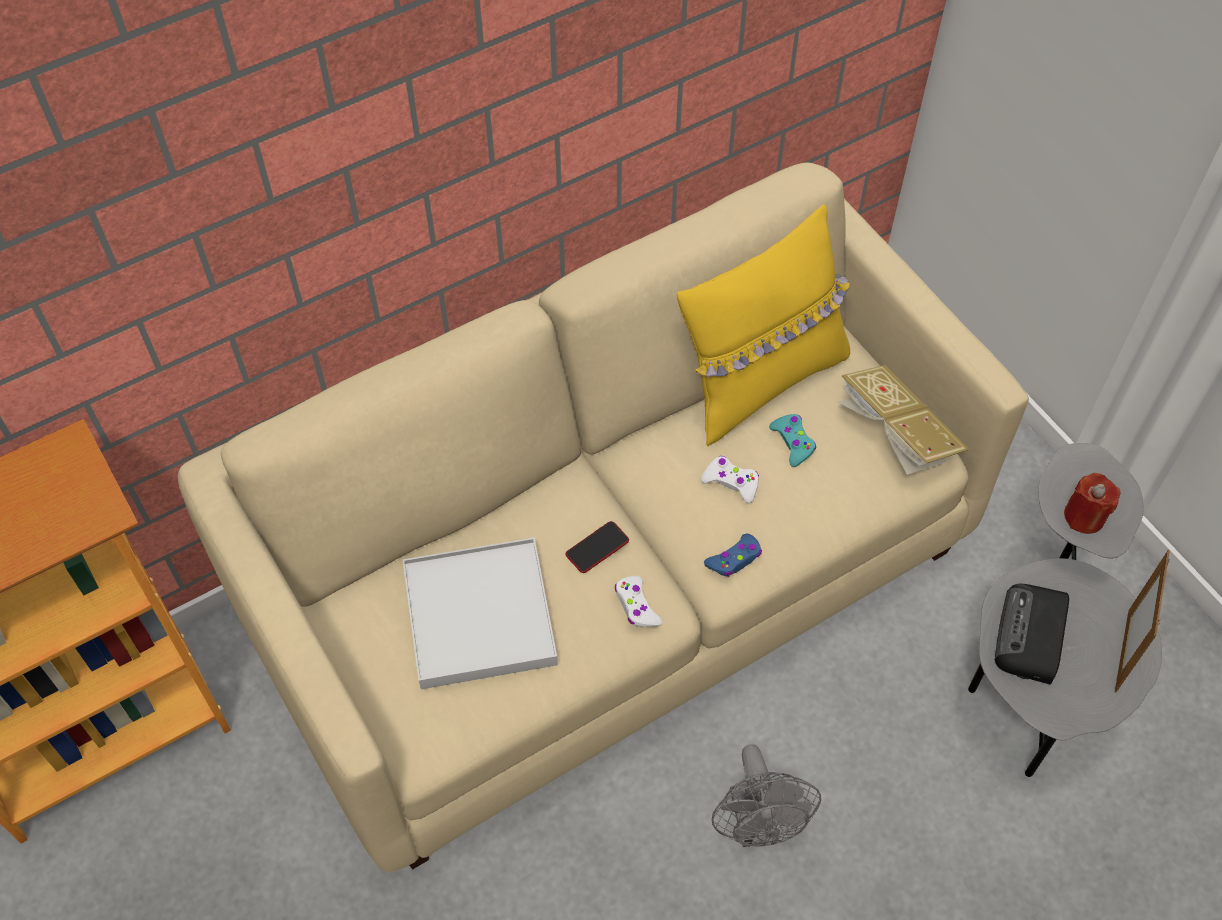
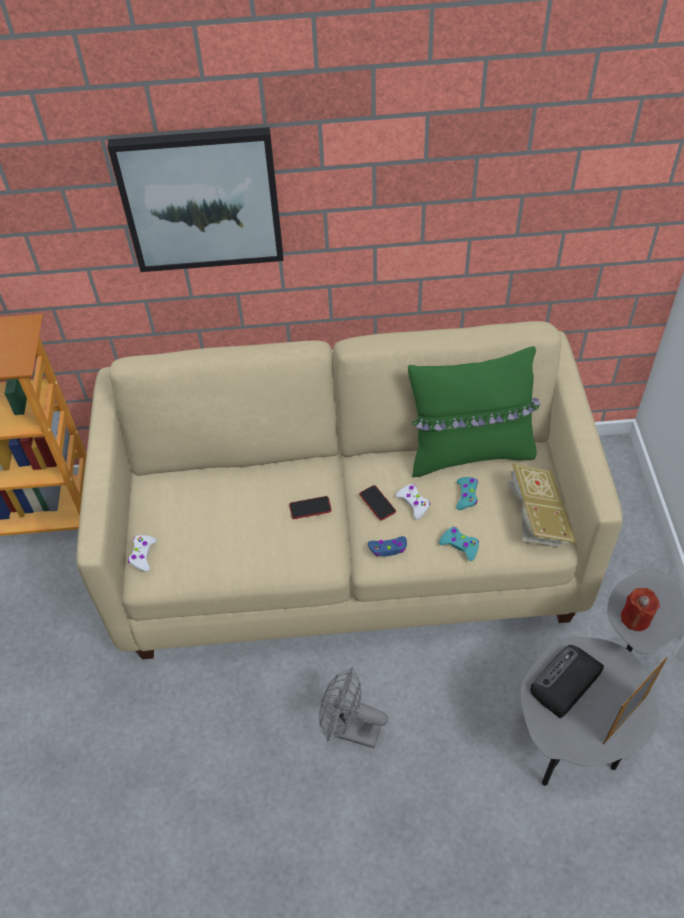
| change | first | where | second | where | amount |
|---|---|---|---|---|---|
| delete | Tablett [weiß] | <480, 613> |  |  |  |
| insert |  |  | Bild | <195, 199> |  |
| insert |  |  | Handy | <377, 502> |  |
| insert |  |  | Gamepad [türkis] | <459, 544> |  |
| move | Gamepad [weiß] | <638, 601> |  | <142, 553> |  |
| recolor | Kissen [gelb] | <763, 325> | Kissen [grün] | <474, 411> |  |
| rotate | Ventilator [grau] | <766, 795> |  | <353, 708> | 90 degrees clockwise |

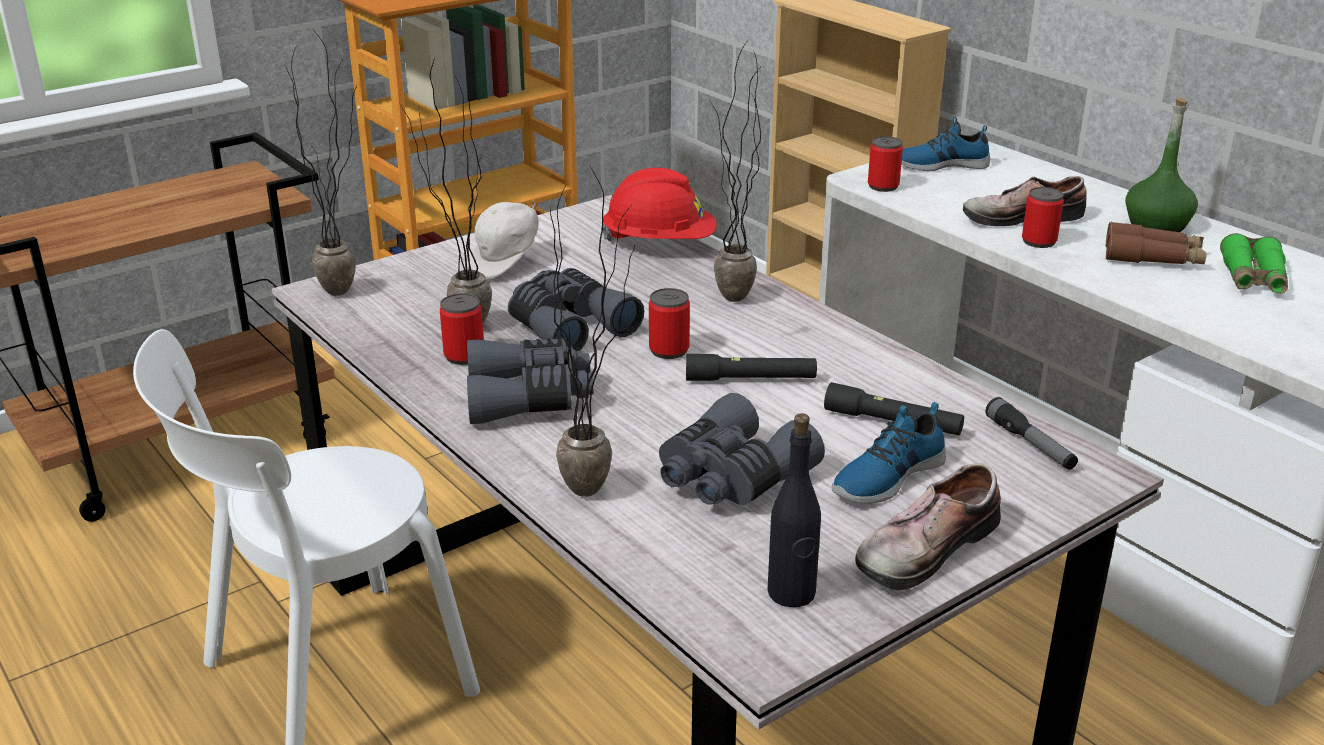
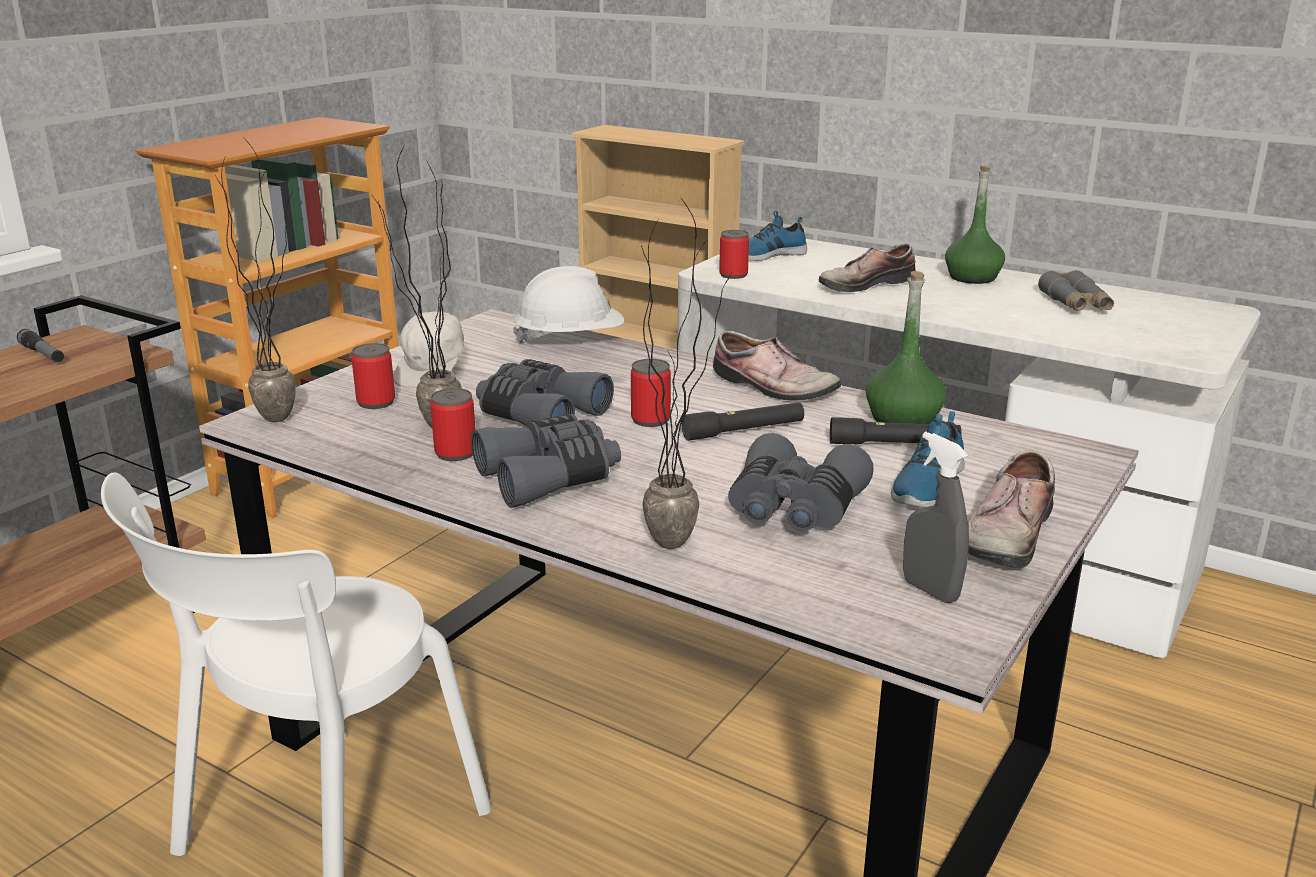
| change | first | where | second | where | amount |
|---|---|---|---|---|---|
| delete | Topfpflanze | <735, 172> |  |  |  |
| delete | Fernglas [braun] | <1156, 243> |  |  |  |
| insert |  |  | Schuh | <777, 366> |  |
| insert |  |  | Flasche [grün] | <906, 347> |  |
| move | Taschenlampe | <1031, 433> |  | <40, 345> |  |
| move | Dose | <1043, 217> |  | <373, 376> |  |
| replace | Flasche [schwarz] | <794, 510> | Sprühflasche [grau] | <936, 517> |  |
| recolor | Schutzhelm [rot] | <659, 204> | Schutzhelm [weiß] | <568, 305> |  |
| recolor | Fernglas [grün] | <1254, 263> | Fernglas [grau] | <1076, 290> |  |

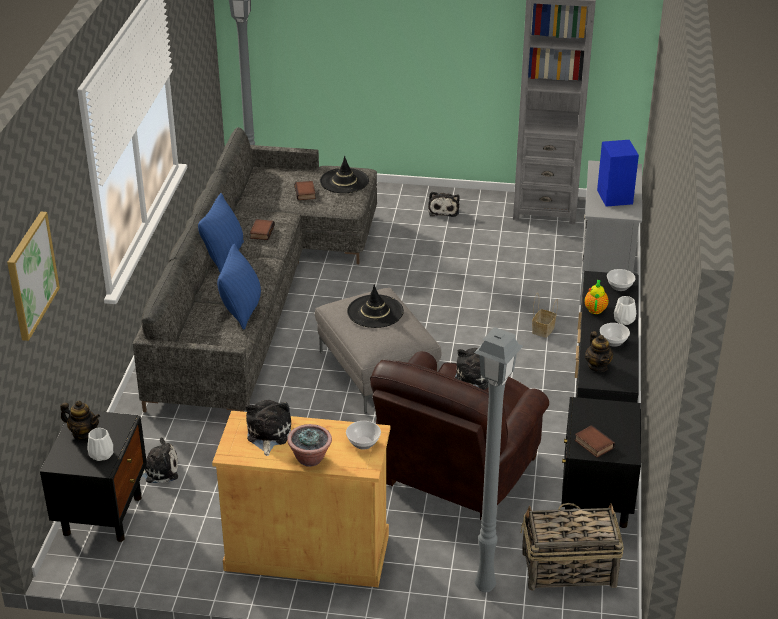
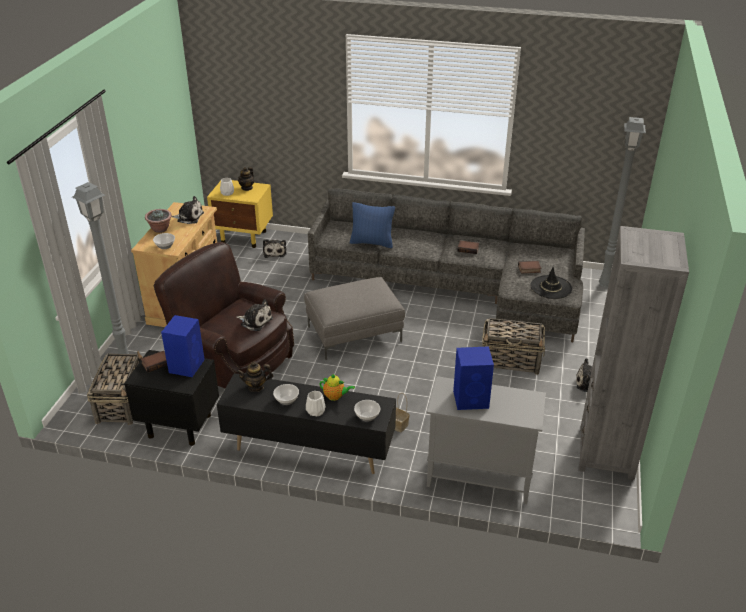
| change | first | where | second | where | amount |
|---|---|---|---|---|---|
| delete | Bild | <33, 276> |  |  |  |
| delete | Kissen [blau] | <221, 233> |  |  |  |
| delete | Hut [schwarz] | <375, 306> |  |  |  |
| insert |  |  | Lautsprecher [blau] | <183, 346> |  |
| insert |  |  | Korb | <513, 346> |  |
| recolor | Nachttisch [schwarz] | <93, 476> | Nachttisch [gelb] | <240, 214> |  |

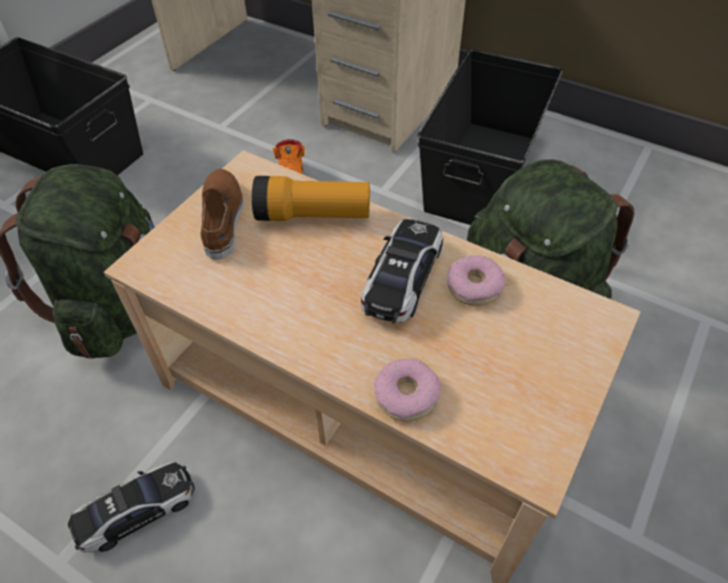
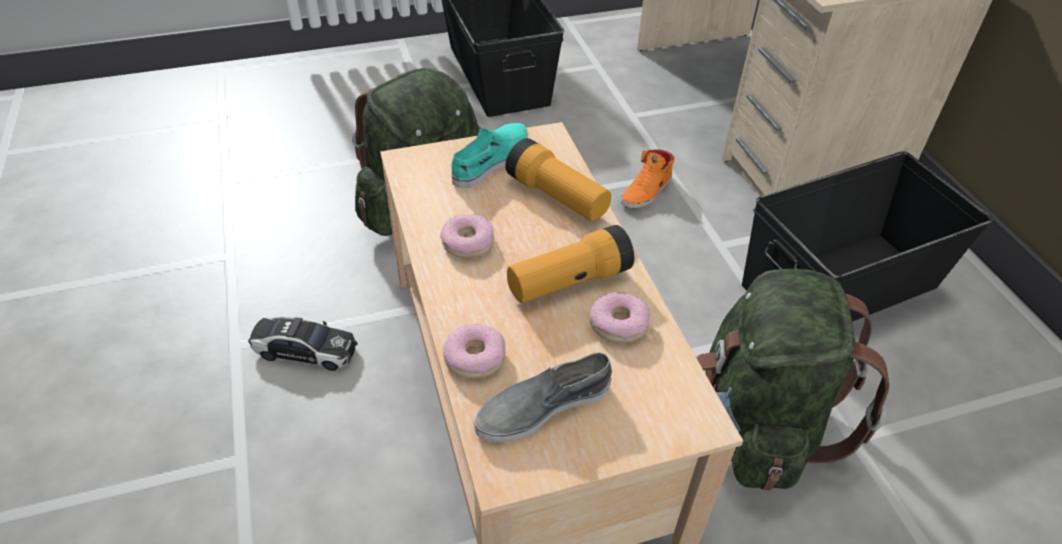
| change | first | where | second | where | amount |
|---|---|---|---|---|---|
| insert |  |  | Donut | <467, 236> |  |
| insert |  |  | Schuh [grau] | <543, 397> |  |
| replace | Spielzeugauto | <402, 271> | Taschenlampe | <570, 264> |  |
| recolor | Schuh [braun] | <222, 214> | Schuh [türkis] | <489, 155> |  |

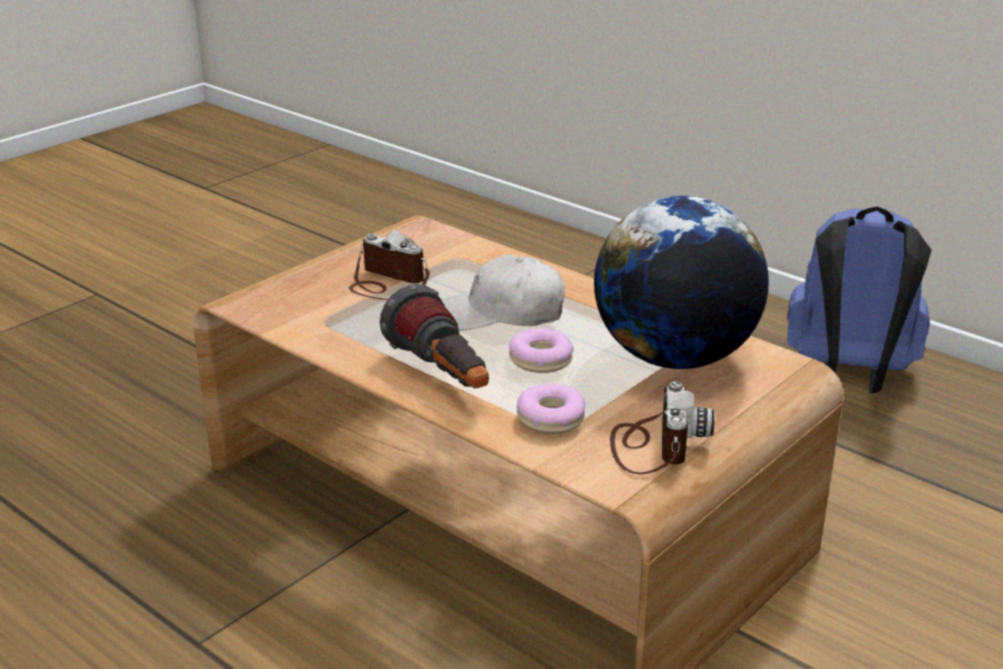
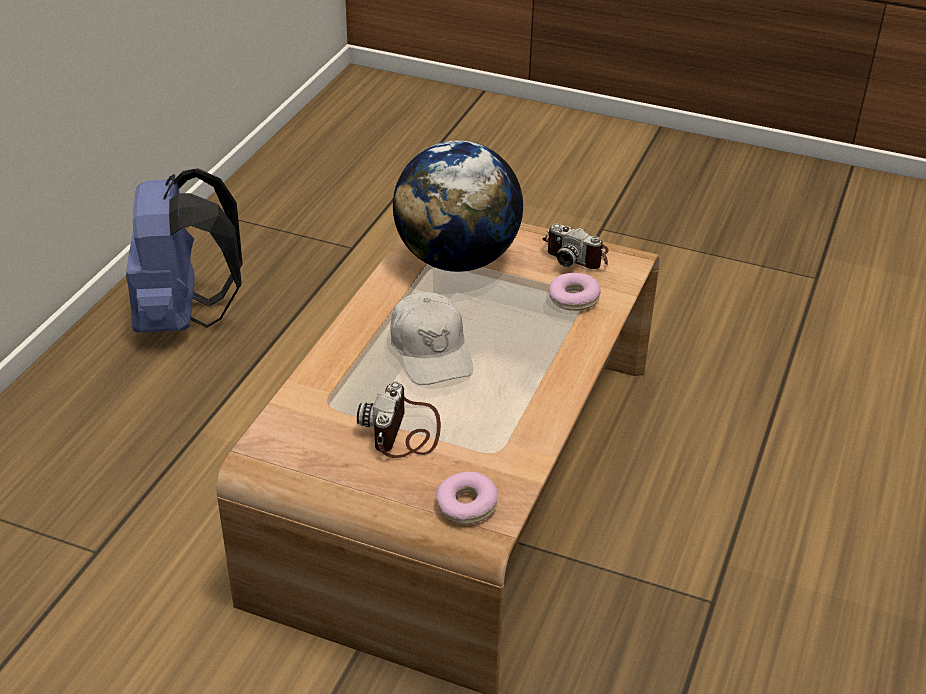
| change | first | where | second | where | amount |
|---|---|---|---|---|---|
| delete | Taschenlampe | <434, 336> |  |  |  |
| move | Donut | <541, 350> |  | <467, 498> |  |
| rotate | Kamera | <662, 427> |  | <576, 246> | 135 degrees counterclockwise |

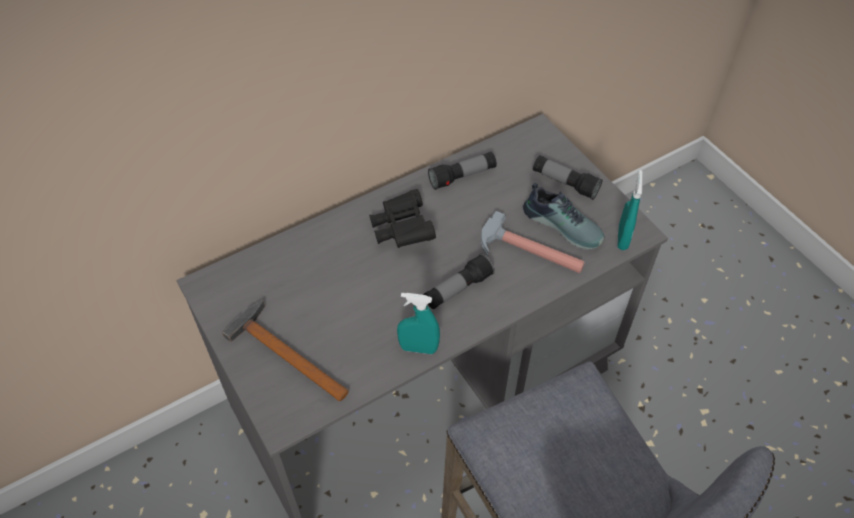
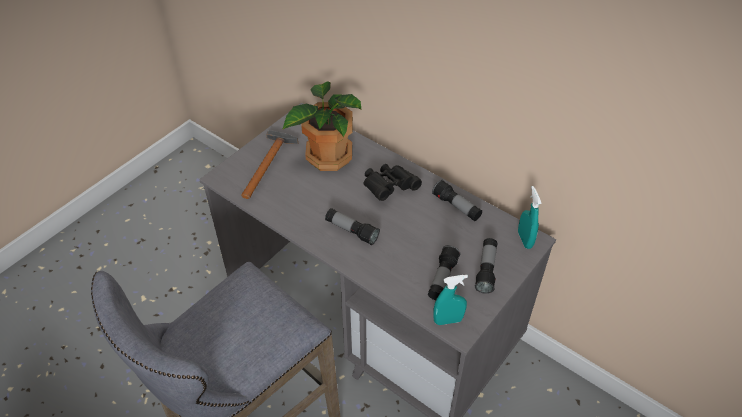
| change | first | where | second | where | amount |
|---|---|---|---|---|---|
| delete | Hammer | <533, 242> |  |  |  |
| insert |  |  | Topfpflanze | <321, 126> |  |
| move | Sprühflasche [türkis] | <418, 323> |  | <530, 217> |  |
| replace | Schuh | <564, 216> | Taschenlampe | <444, 272> |  |

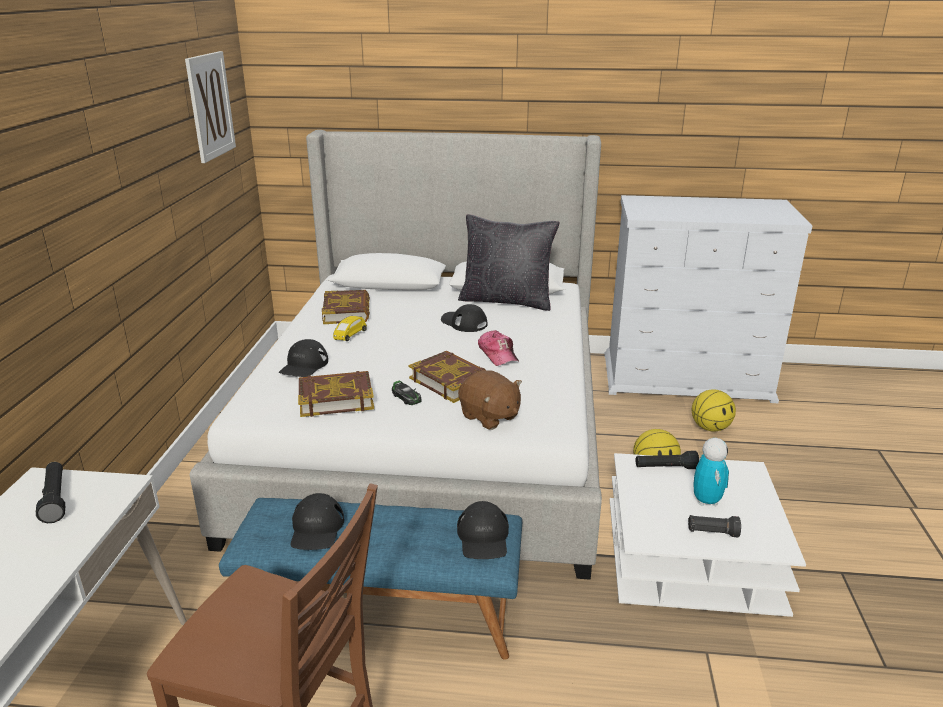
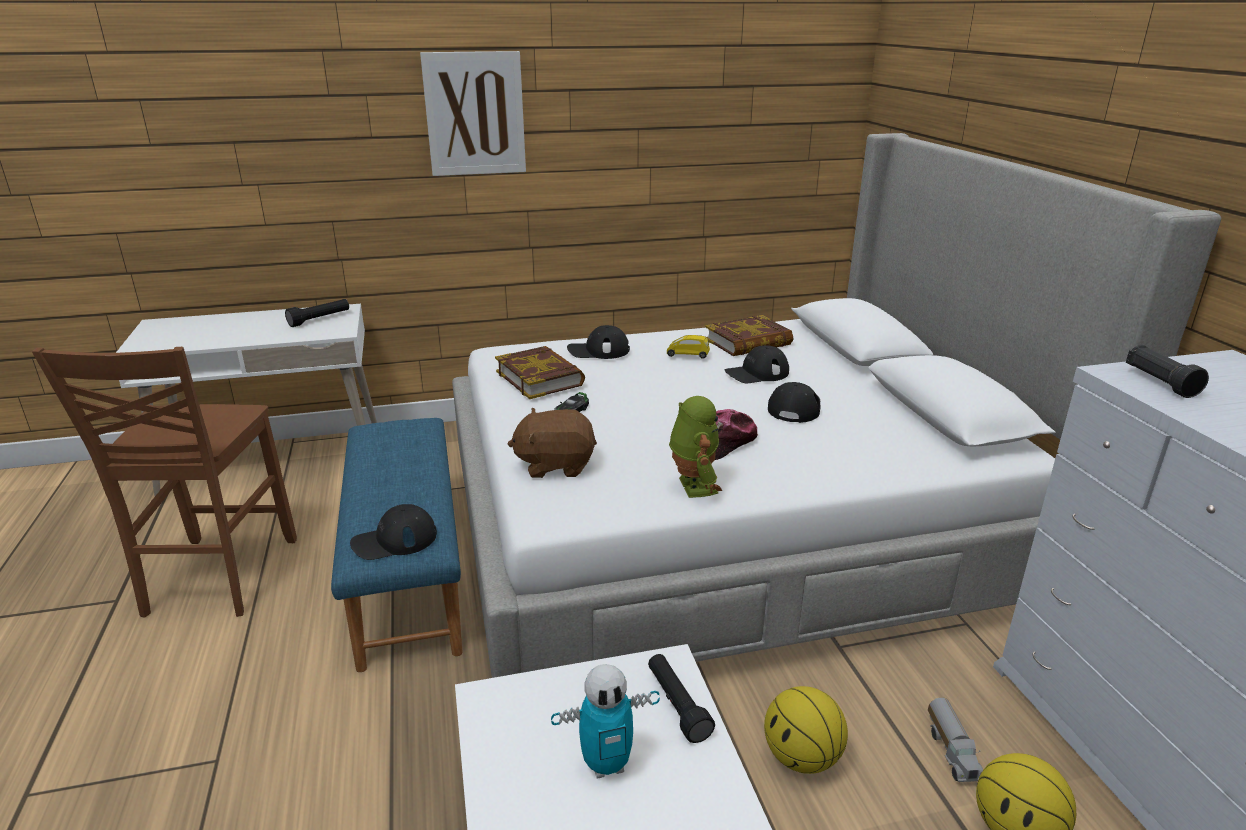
| change | first | where | second | where | amount |
|---|---|---|---|---|---|
| delete | Buch | <446, 377> |  |  |  |
| delete | Kissen [schwarz] | <509, 262> |  |  |  |
| insert |  |  | Spielzeugroboter | <695, 447> |  |
| insert |  |  | Spielzeuglaster | <955, 739> |  |
| move | Bild | <210, 107> |  | <473, 113> |  |
| move | Kappe [schwarz] | <317, 521> |  | <757, 364> |  |
| move | Taschenlampe [schwarz] | <714, 526> |  | <1167, 371> |  |
| rotate | Plüschtier [braun] | <490, 400> |  | <552, 443> | 60 degrees clockwise |

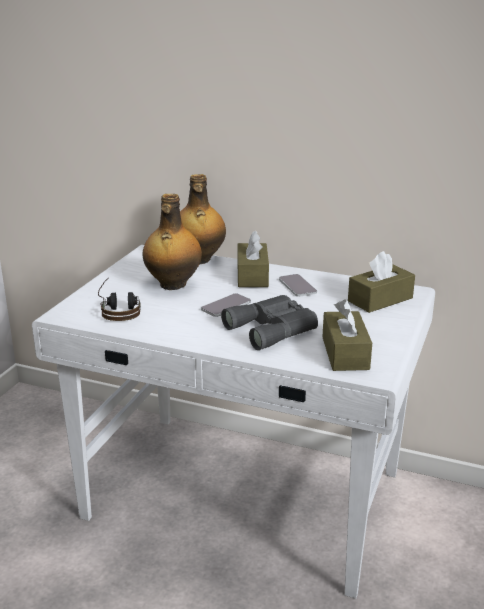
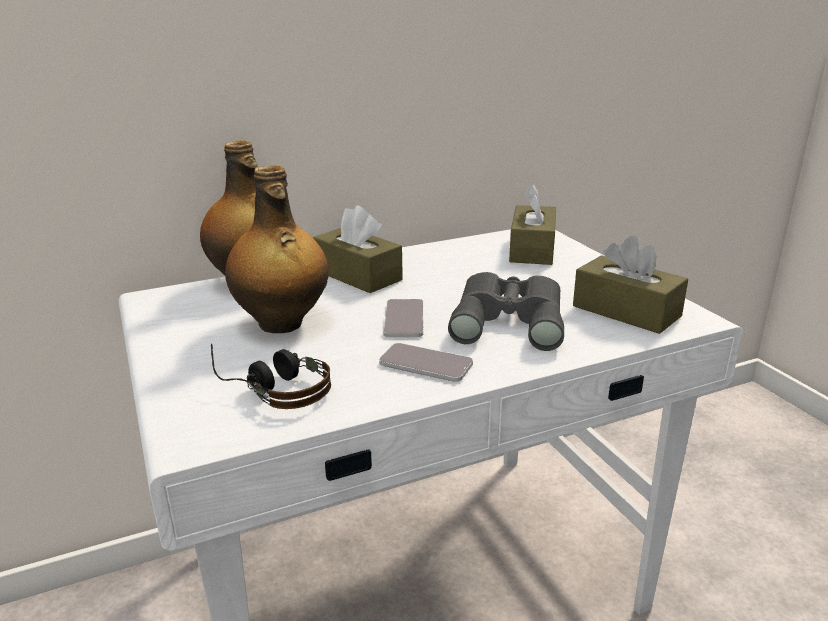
| change | first | where | second | where | amount |
|---|---|---|---|---|---|
| move | Handy | <298, 285> |  | <426, 362> |  |

